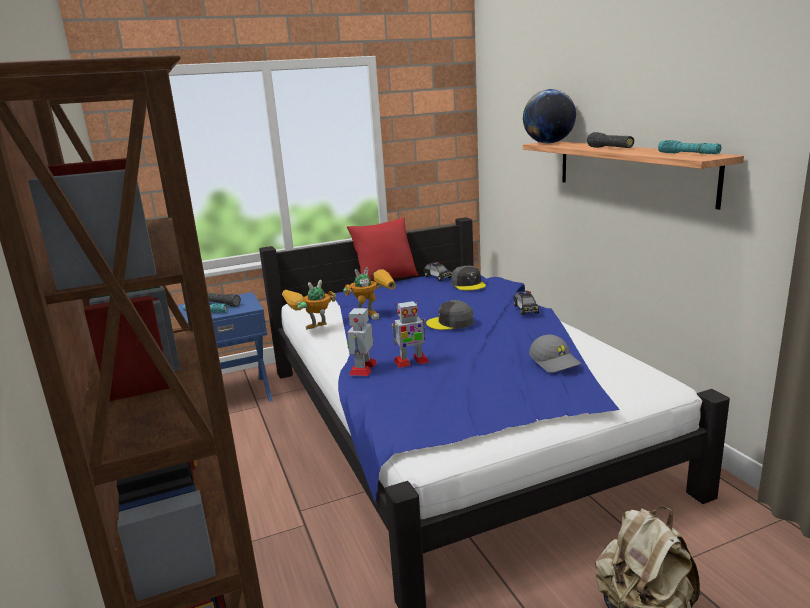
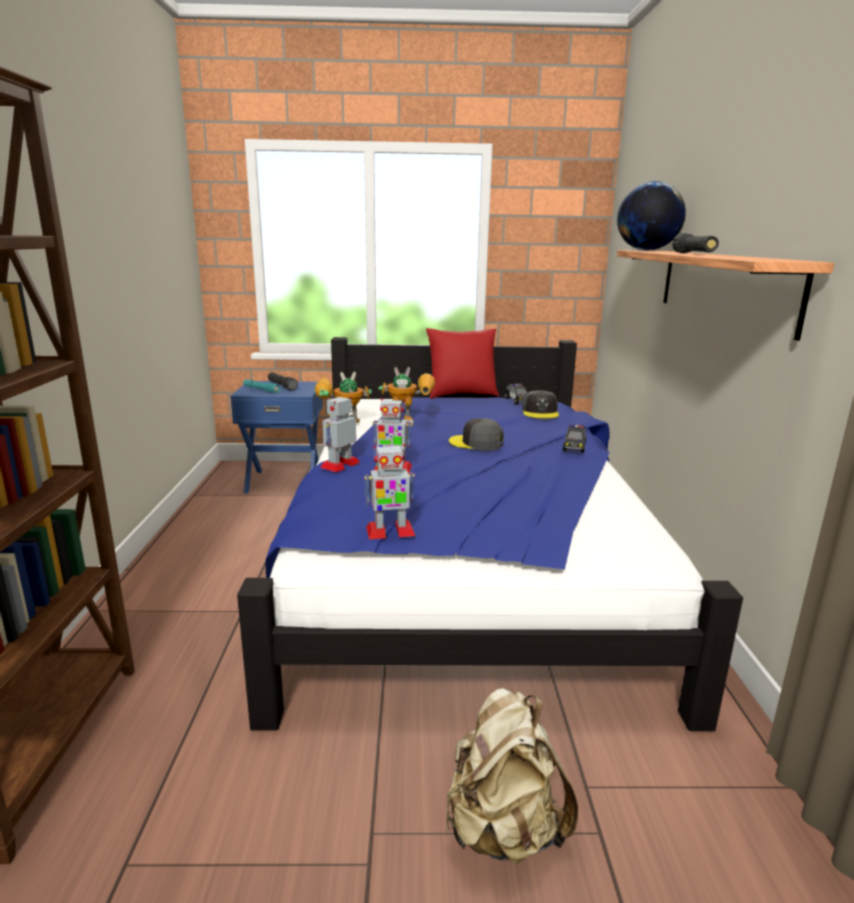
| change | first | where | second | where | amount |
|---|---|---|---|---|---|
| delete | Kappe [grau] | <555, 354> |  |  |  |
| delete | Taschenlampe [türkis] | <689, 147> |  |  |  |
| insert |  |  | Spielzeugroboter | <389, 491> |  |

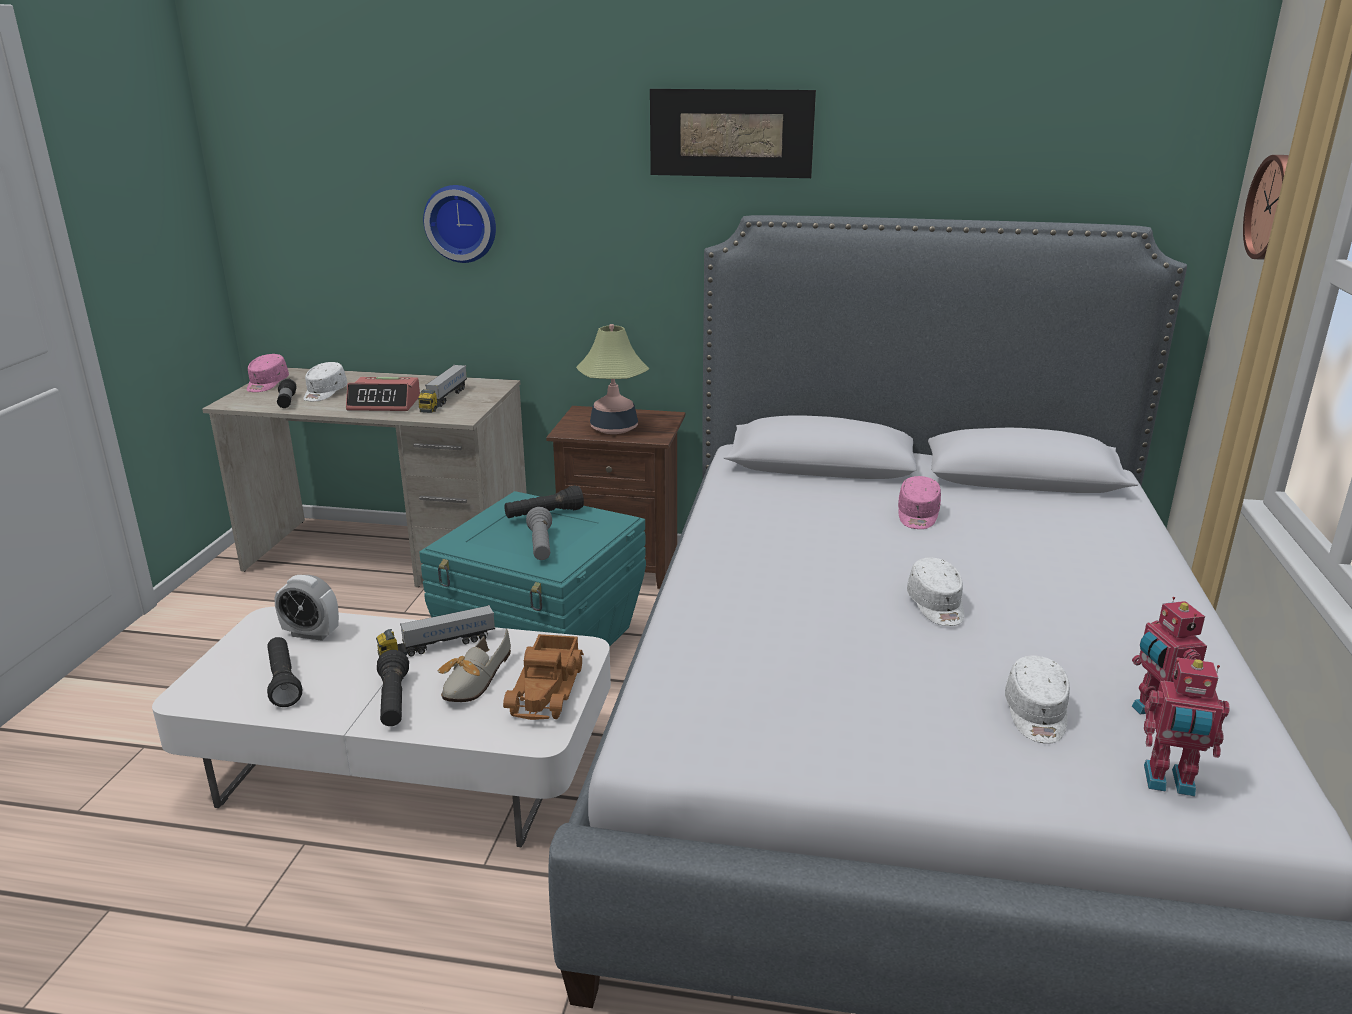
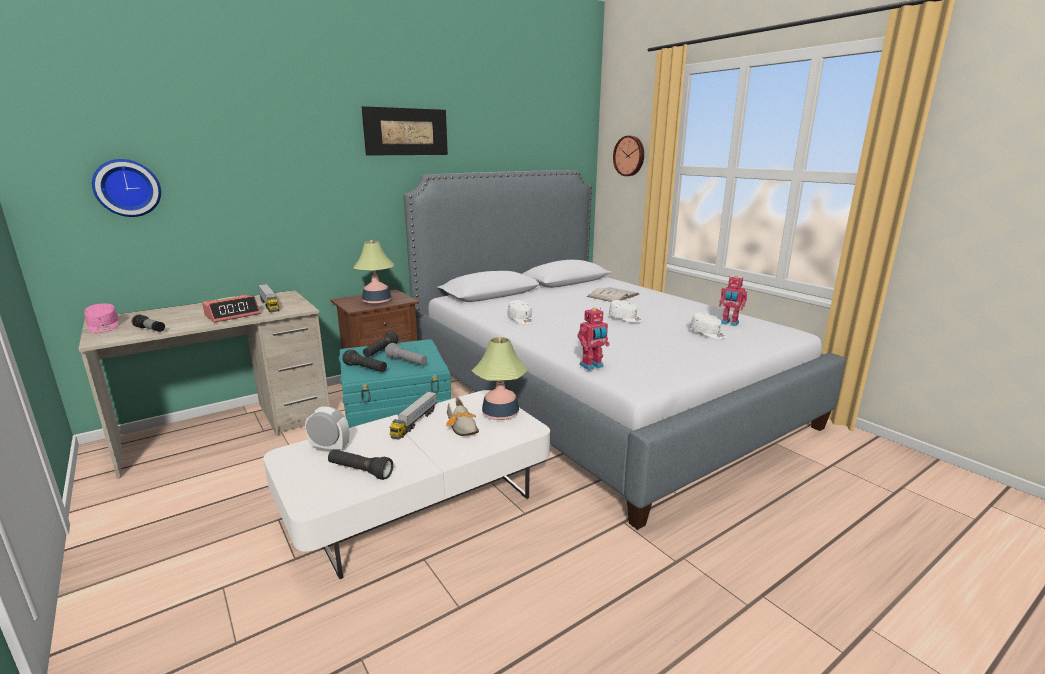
| change | first | where | second | where | amount |
|---|---|---|---|---|---|
| delete | Kappe [rosa] | <919, 502> |  |  |  |
| insert |  |  | Buch [weiß] | <613, 294> |  |
| move | Kappe [weiß] | <325, 381> |  | <520, 312> |  |
| move | Taschenlampe [schwarz] | <393, 688> |  | <364, 360> |  |
| move | Wanduhr | <459, 224> |  | <126, 188> |  |
| move | Spielzeugroboter | <1187, 727> |  | <593, 338> |  |
| replace | Spielzeuglaster | <543, 677> | Tischlampe | <500, 378> |  |
| rotate | Wecker | <306, 608> |  | <327, 429> | 135 degrees counterclockwise |

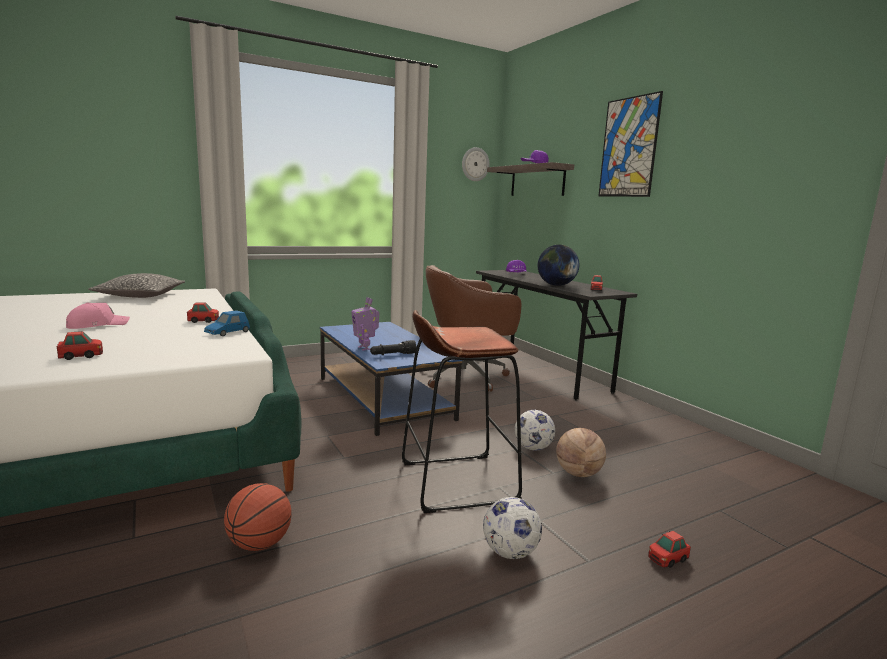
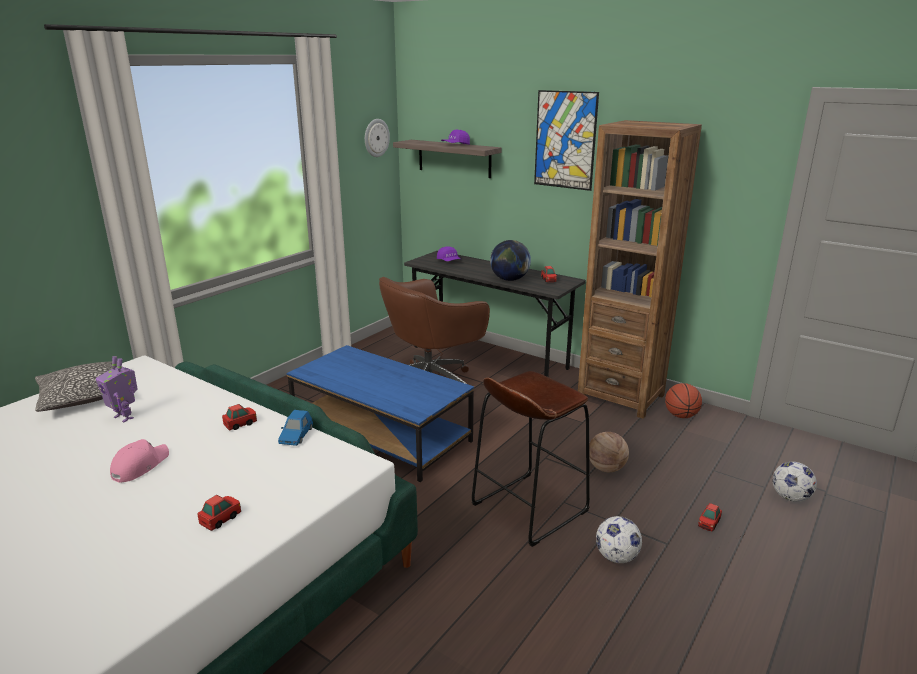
| change | first | where | second | where | amount |
|---|---|---|---|---|---|
| delete | Taschenlampe [schwarz] | <393, 347> |  |  |  |
| insert |  |  | Bücherregal [braun] | <640, 269> |  |
| move | Basketball | <258, 517> |  | <683, 400> |  |
| move | Spielzeugroboter | <365, 323> |  | <117, 389> |  |
| move | Fußball | <535, 430> |  | <794, 482> |  |

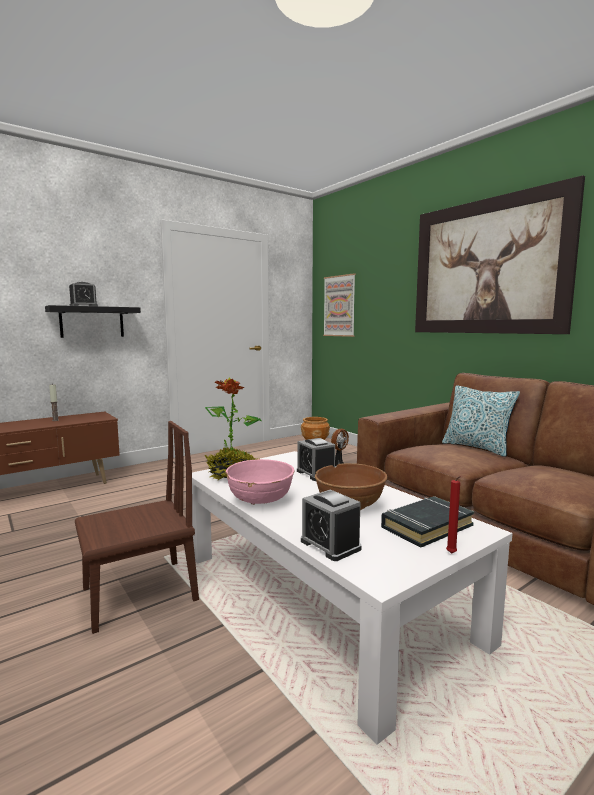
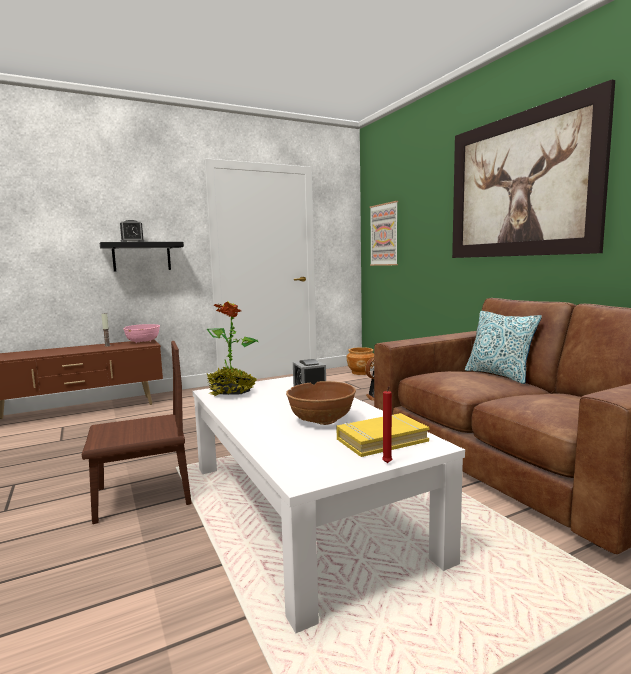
| change | first | where | second | where | amount |
|---|---|---|---|---|---|
| delete | Wecker | <331, 525> |  |  |  |
| move | Schüssel [rosa] | <260, 482> |  | <141, 333> |  |
| recolor | Buch [schwarz] | <427, 522> | Buch [gelb] | <382, 435> |  |

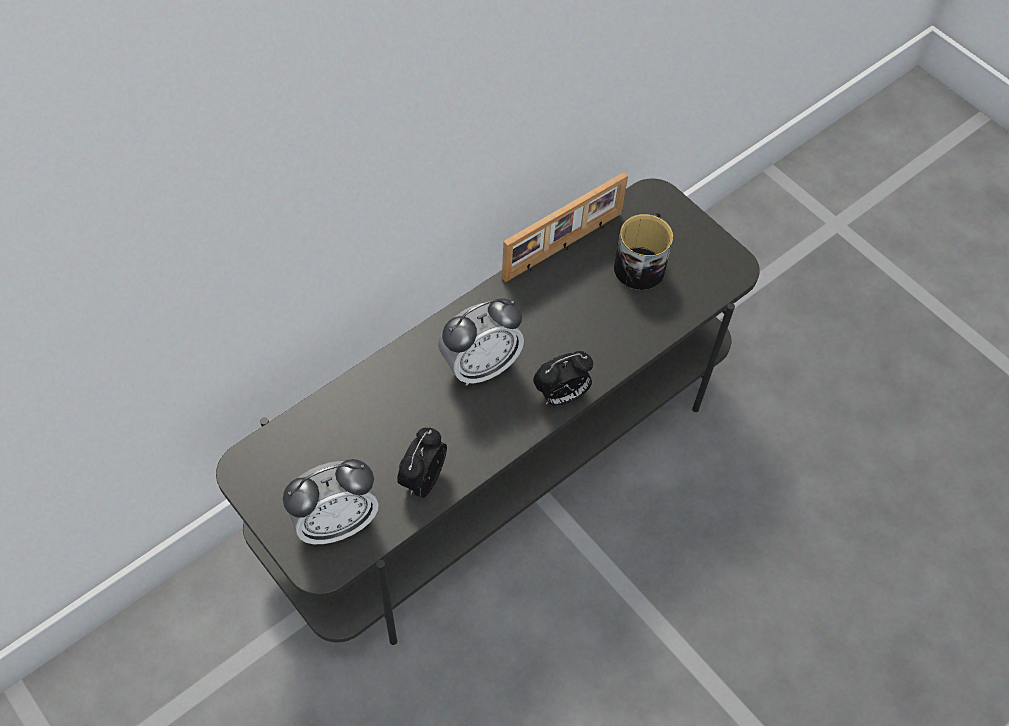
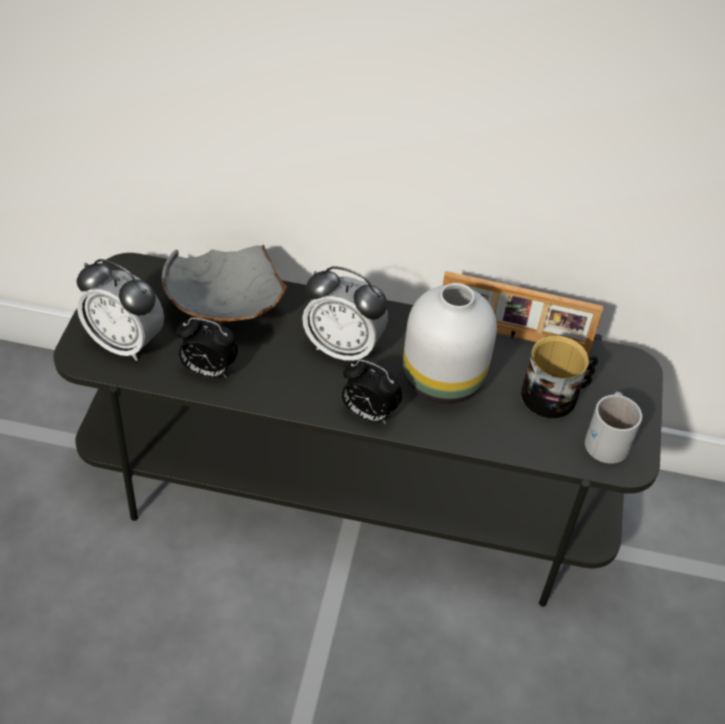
| change | first | where | second | where | amount |
|---|---|---|---|---|---|
| insert |  |  | Schüssel [grau] | <224, 283> |  |
| insert |  |  | Vase [weiß] | <450, 343> |  |
| insert |  |  | Henkelbecher [weiß] | <613, 428> |  |
| rotate | Wecker | <422, 462> |  | <208, 348> | 150 degrees counterclockwise |

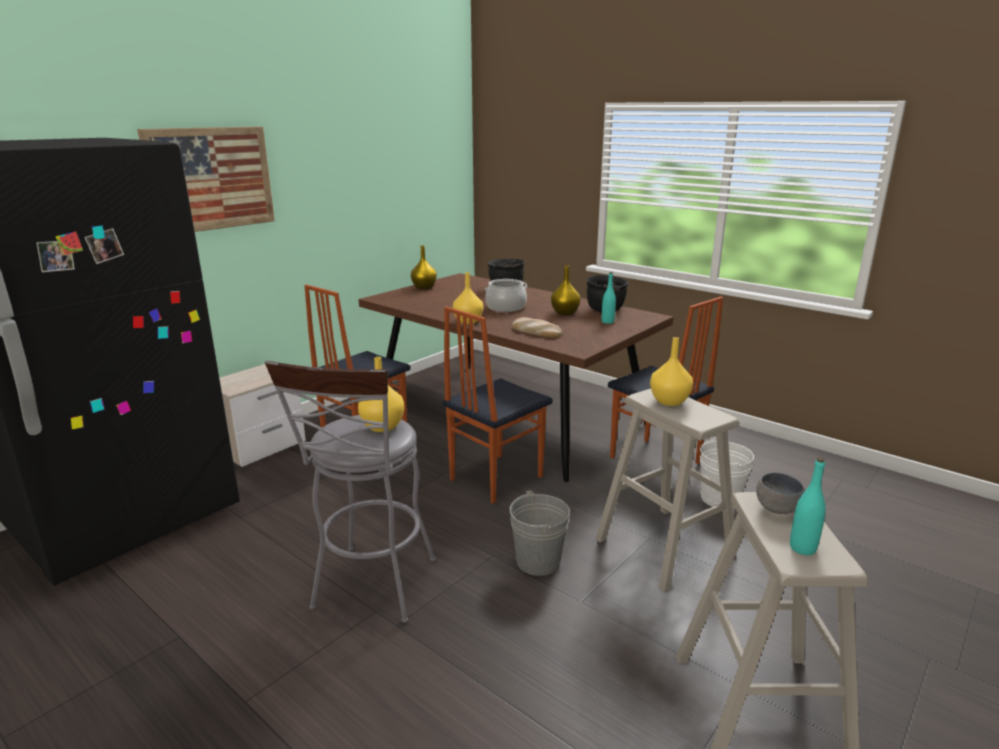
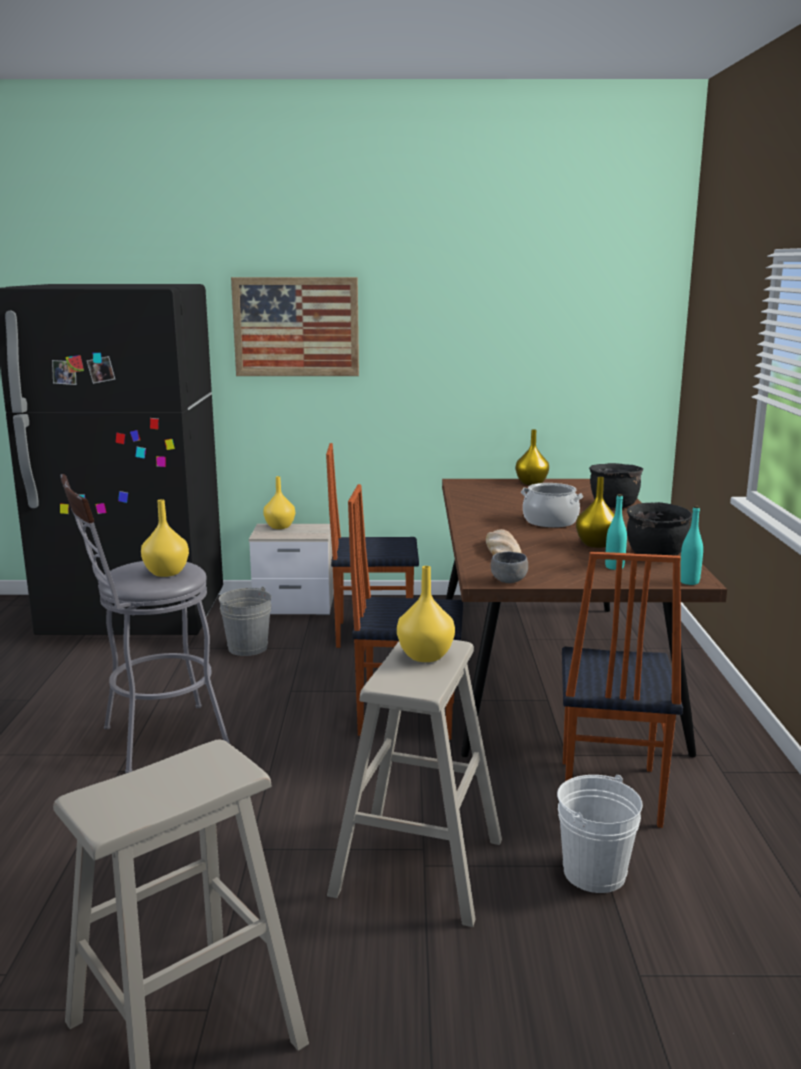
| change | first | where | second | where | amount |
|---|---|---|---|---|---|
| move | Vase [gelb] | <468, 298> |  | <279, 502> |  |
| move | Eimer [grau] | <539, 533> |  | <245, 621> |  |
| move | Schüssel [grau] | <780, 493> |  | <509, 567> |  |
| move | Flasche [türkis] | <808, 506> |  | <691, 545> |  |

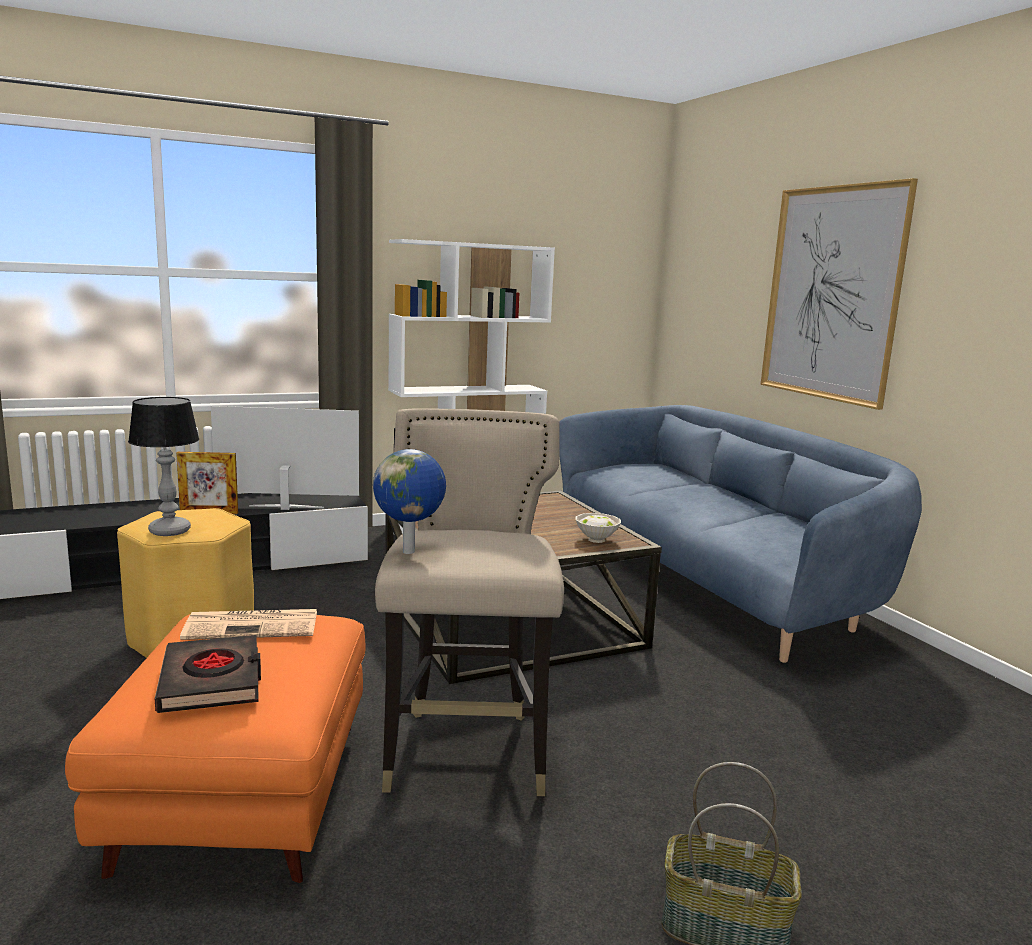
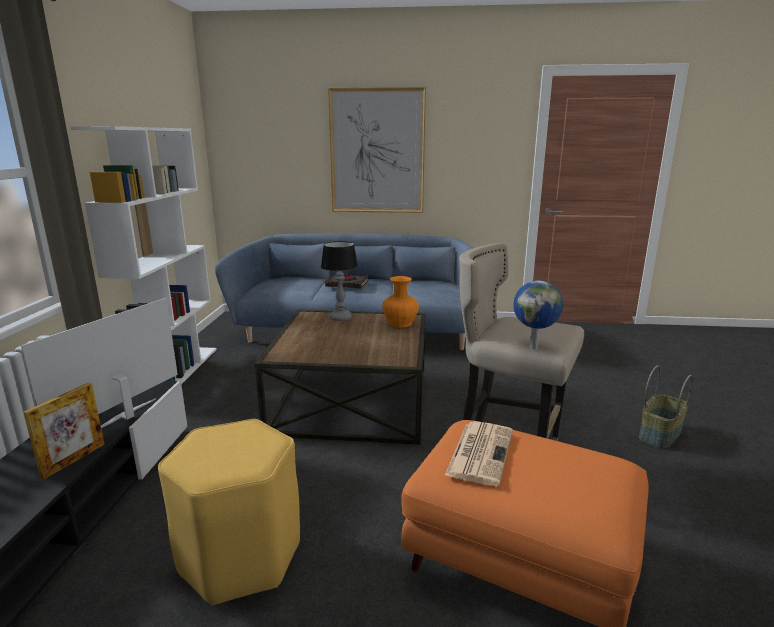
| change | first | where | second | where | amount |
|---|---|---|---|---|---|
| move | Tischlampe | <163, 466> |  | <339, 281> |  |
| move | Buch [schwarz] | <208, 674> |  | <346, 281> |  |
| replace | Schüssel [weiß] | <598, 528> | Vase [orange] | <400, 302> |  |

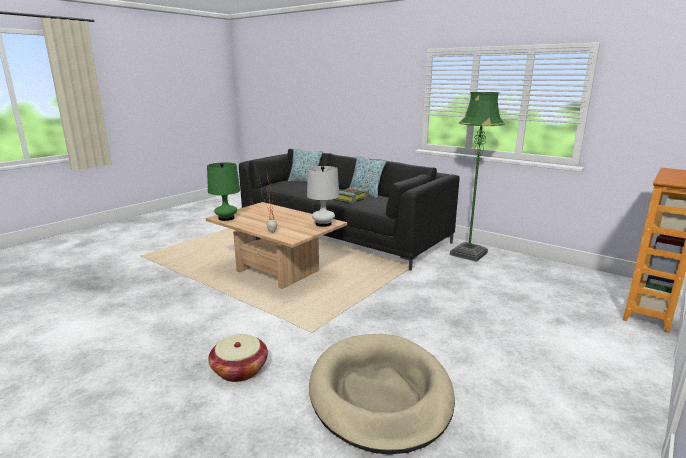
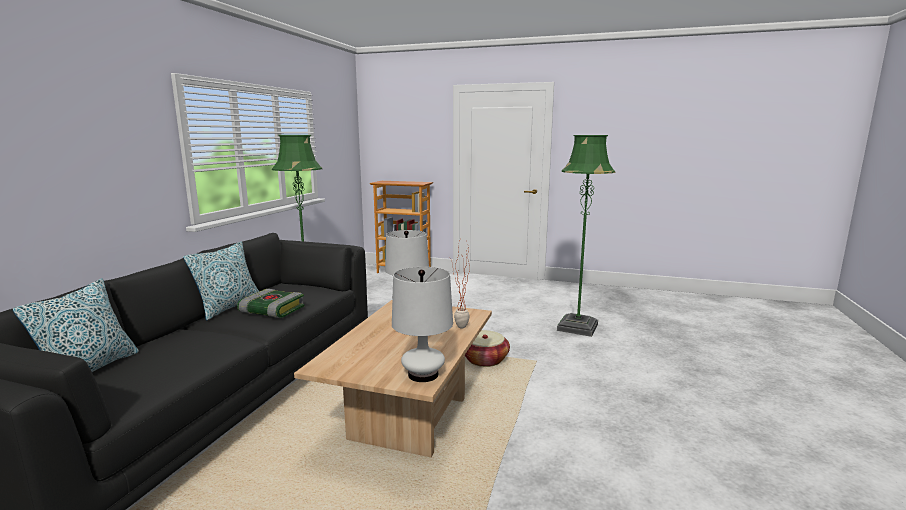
| change | first | where | second | where | amount |
|---|---|---|---|---|---|
| move | Korb | <238, 358> |  | <487, 348> |  |
| replace | Hundebett [beige] | <382, 394> | Stehlampe [grün] | <586, 236> |  |
| recolor | Tischlampe [grün] | <223, 191> | Tischlampe [weiß] | <422, 324> |  |

